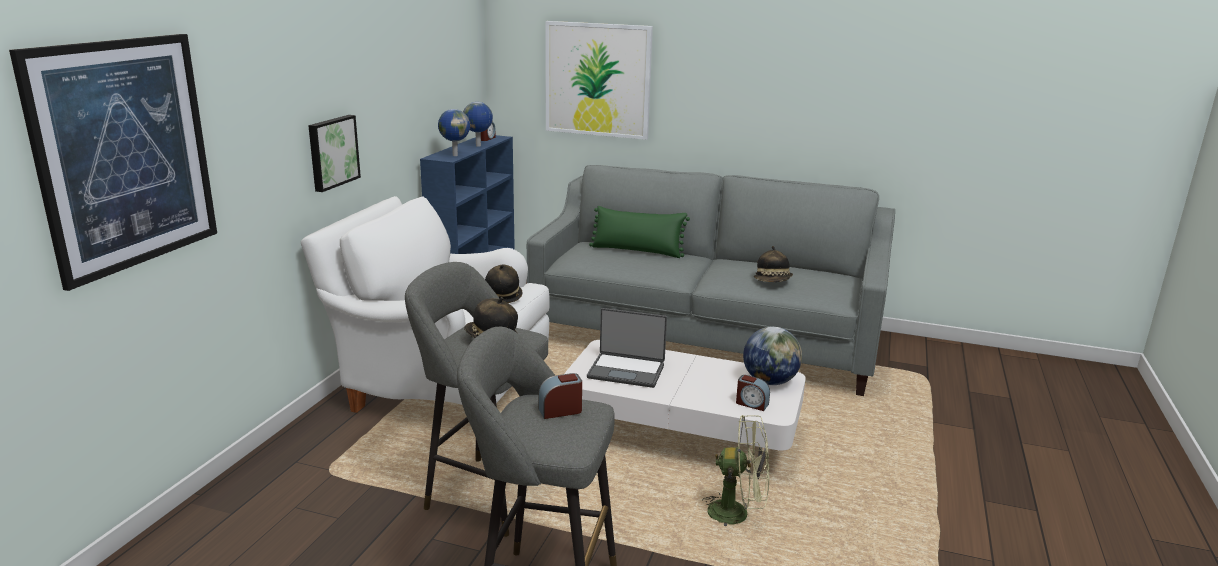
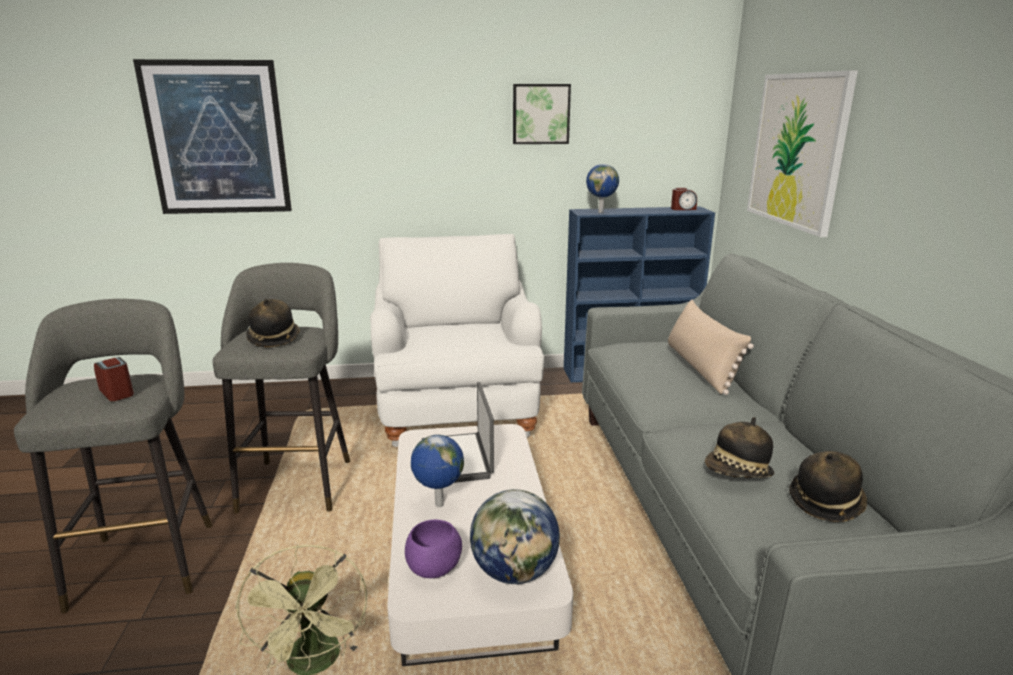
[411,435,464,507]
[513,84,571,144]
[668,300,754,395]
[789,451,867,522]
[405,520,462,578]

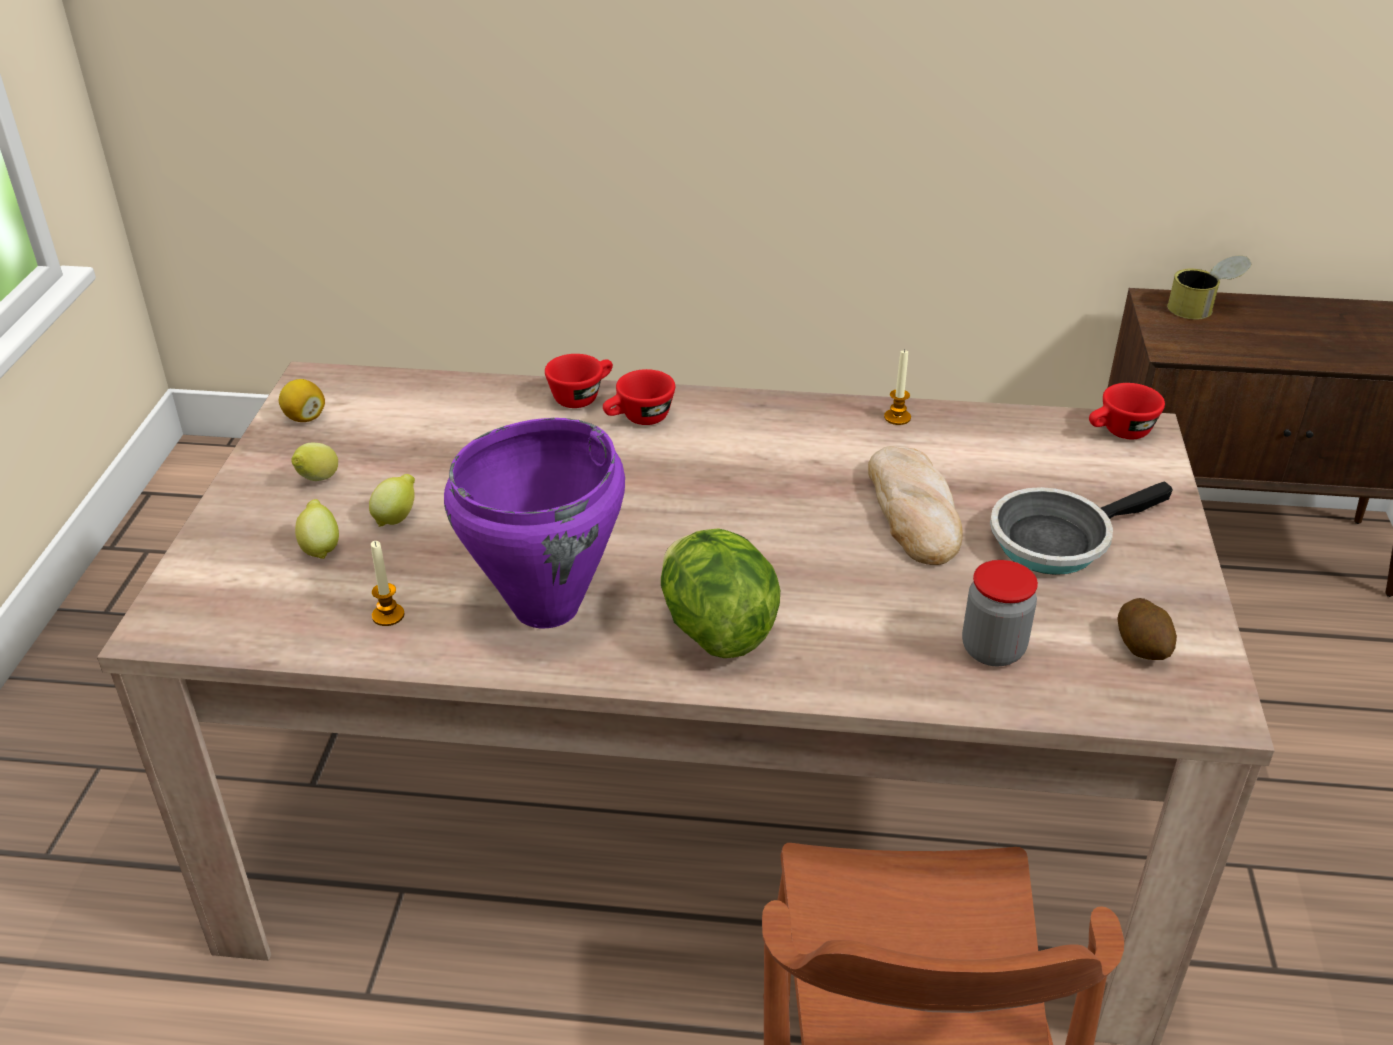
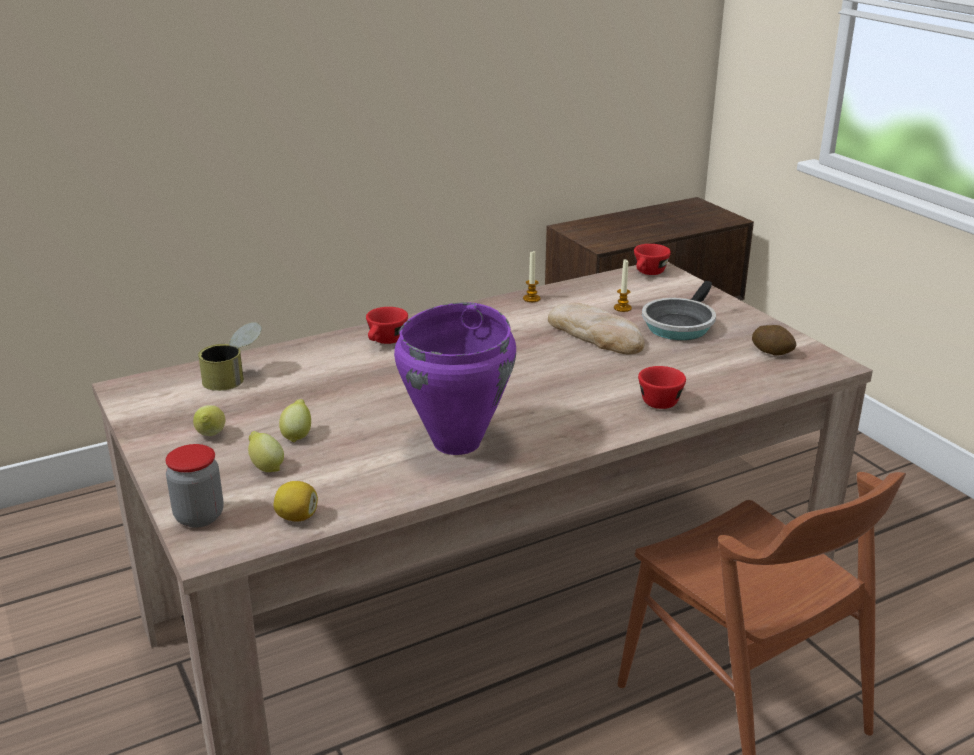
[198,322,262,391]
[638,366,686,409]
[274,481,318,521]
[661,528,780,658] (first image)
[614,260,632,312]
[165,444,224,528]

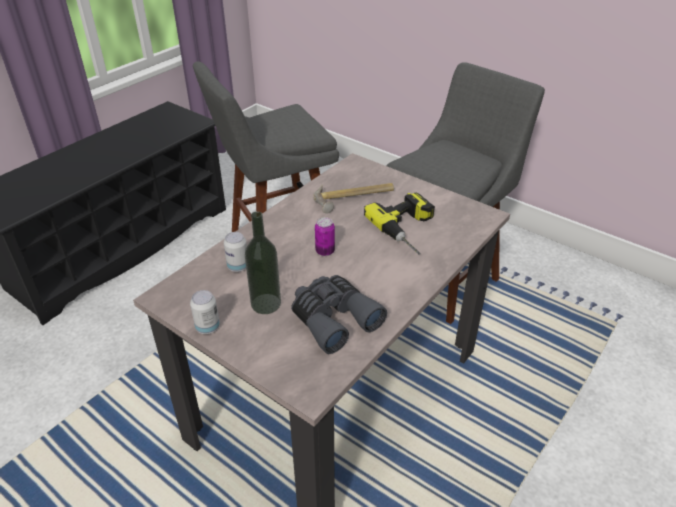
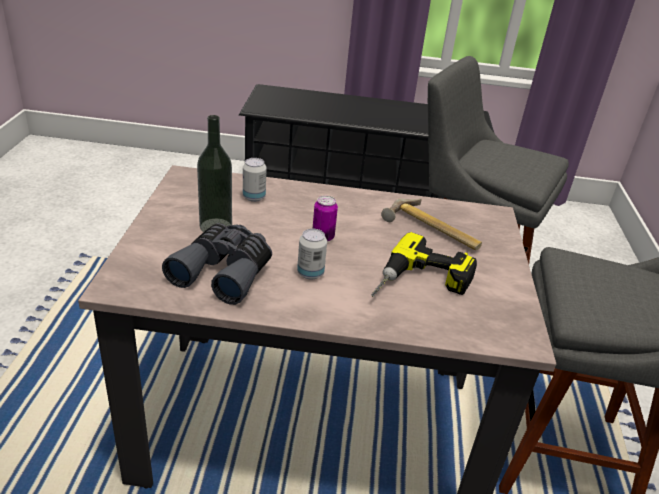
[297,229,327,280]

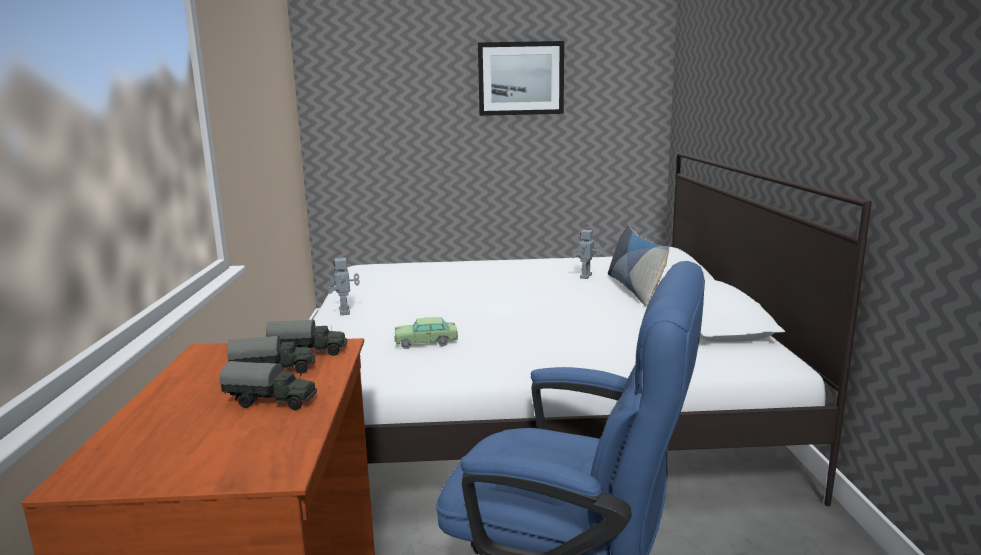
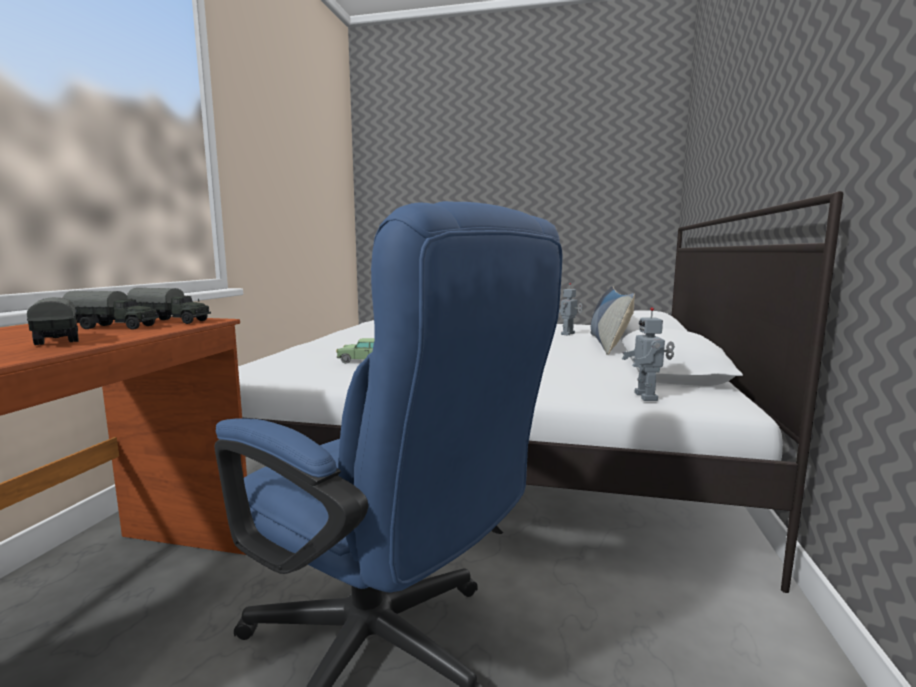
[478,41,564,116] (first image)
[622,307,675,401]
[27,297,79,345]

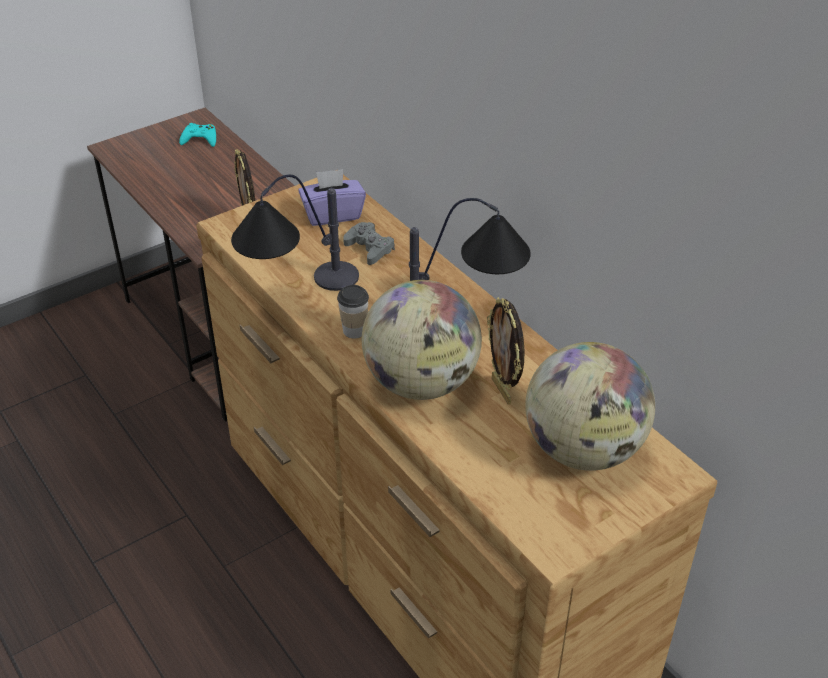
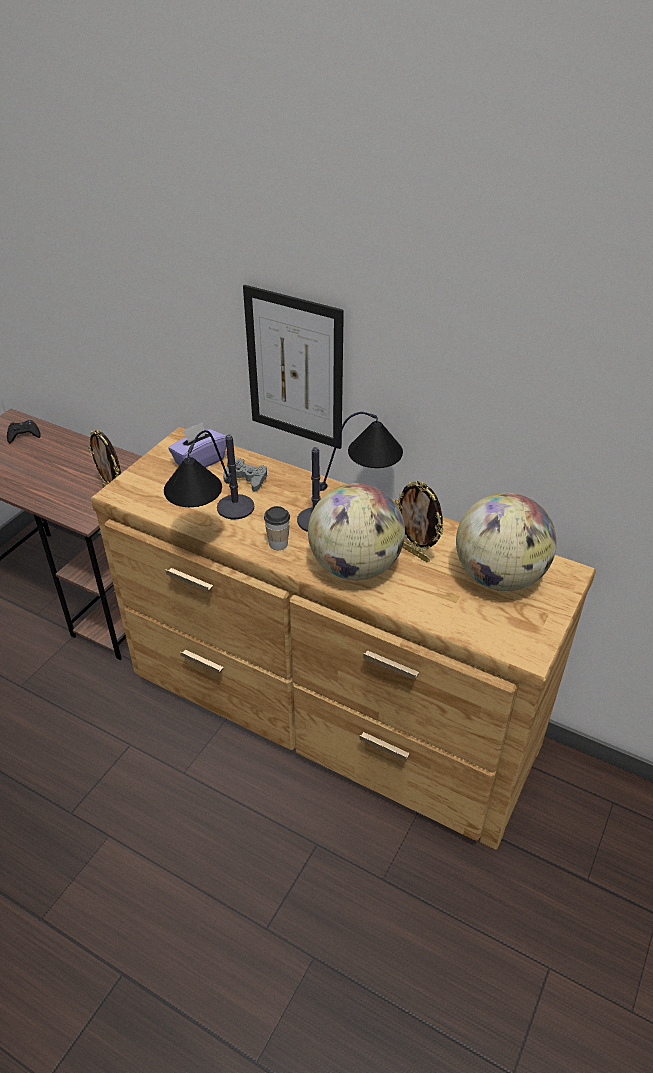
[7,420,41,444]
[243,285,344,449]

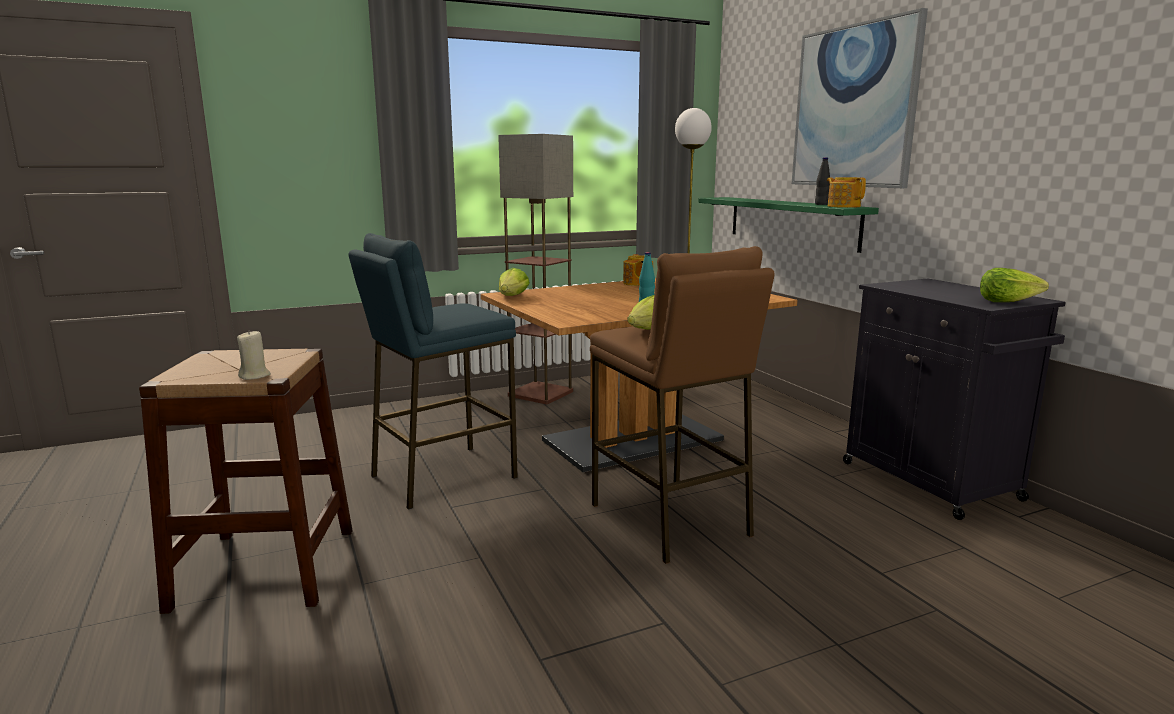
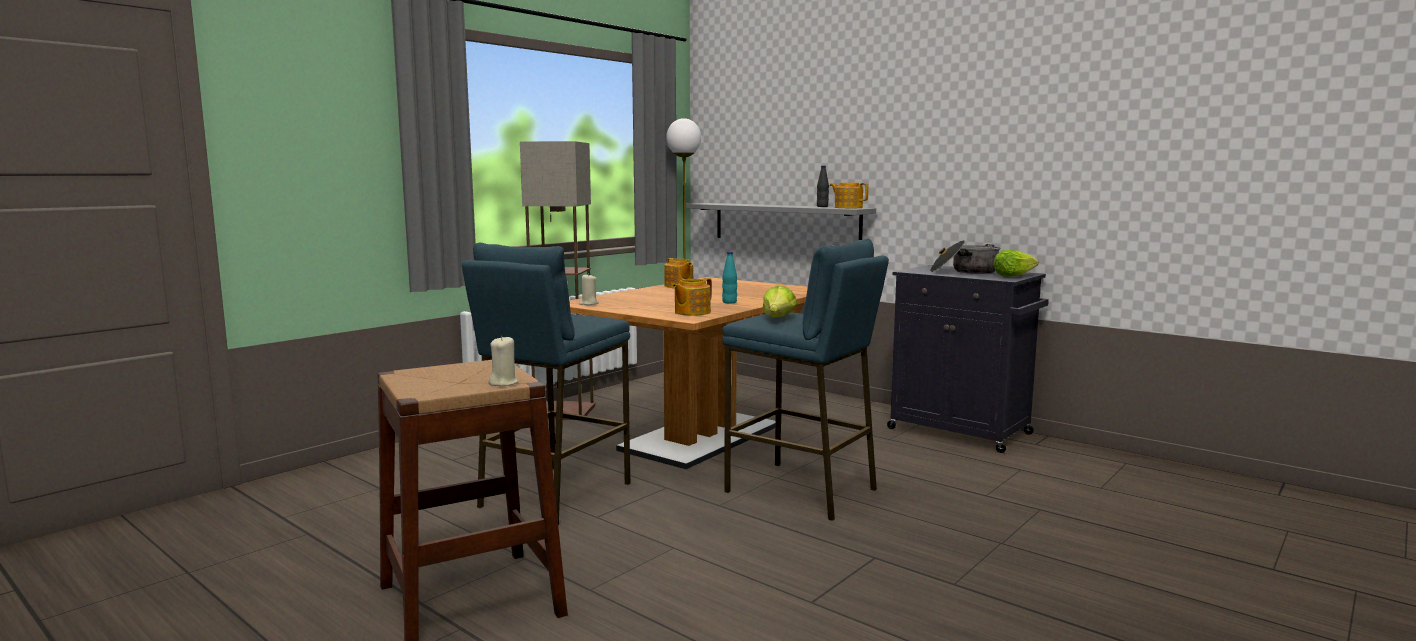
[792,8,928,188] (first image)
[686,203,876,240]
[722,239,889,521]
[579,274,599,305]
[930,240,1000,274]
[672,278,712,316]

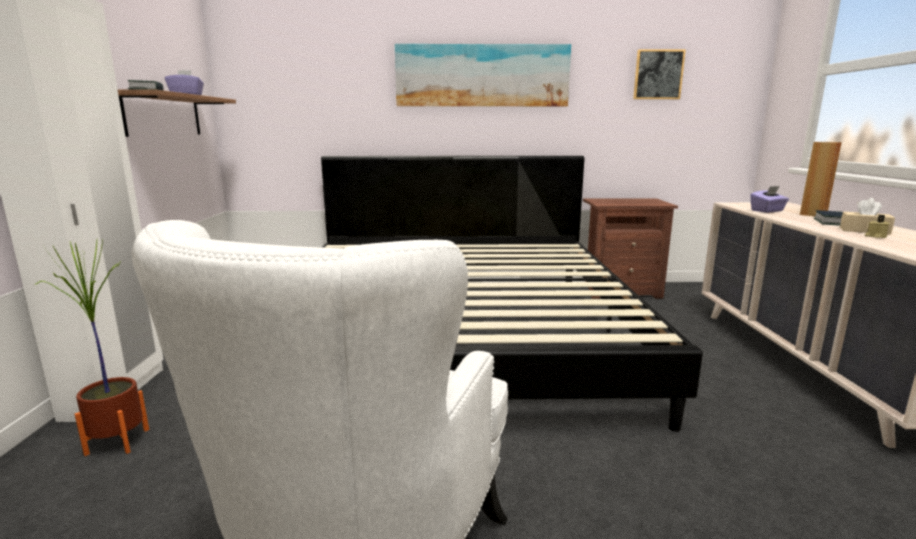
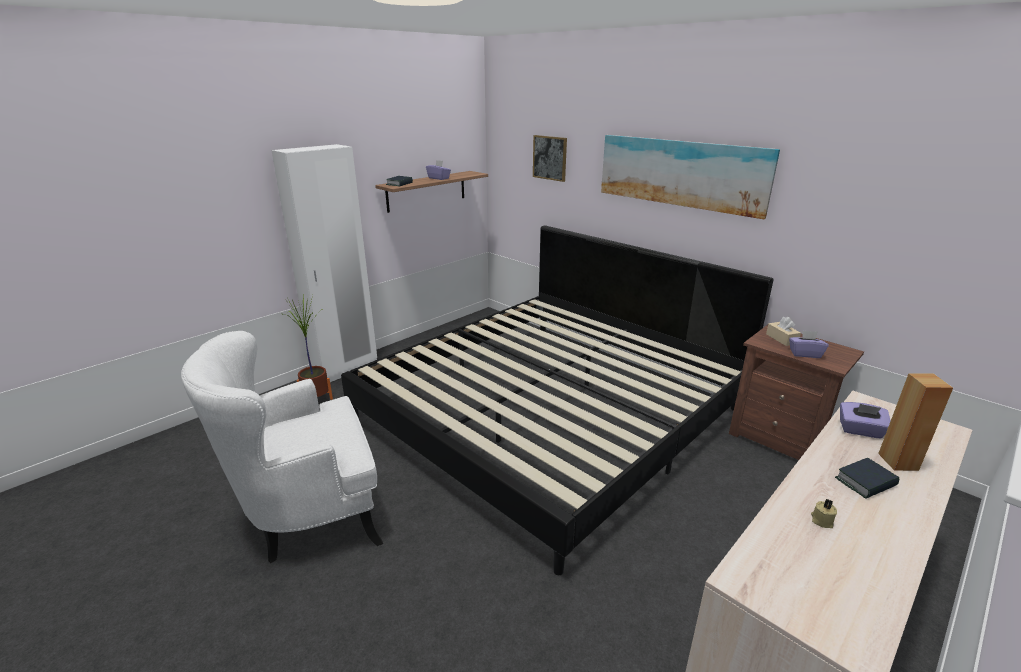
[533,135,567,182]
[766,317,801,346]
[789,330,829,358]

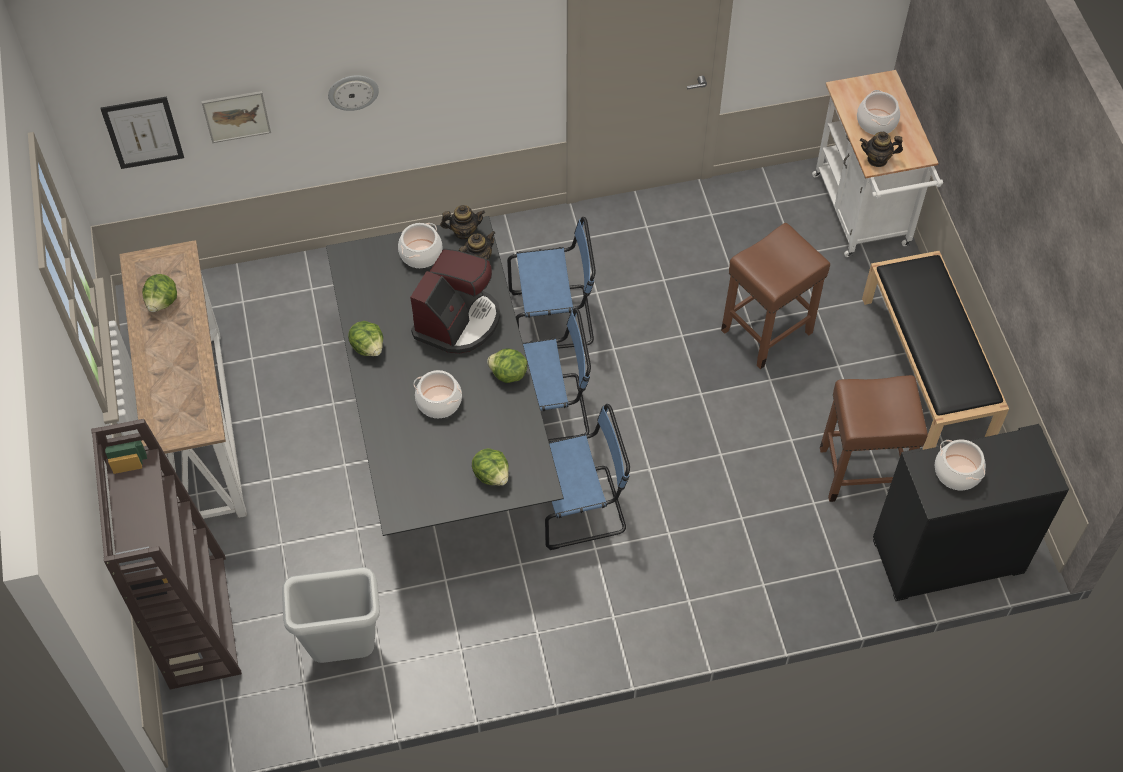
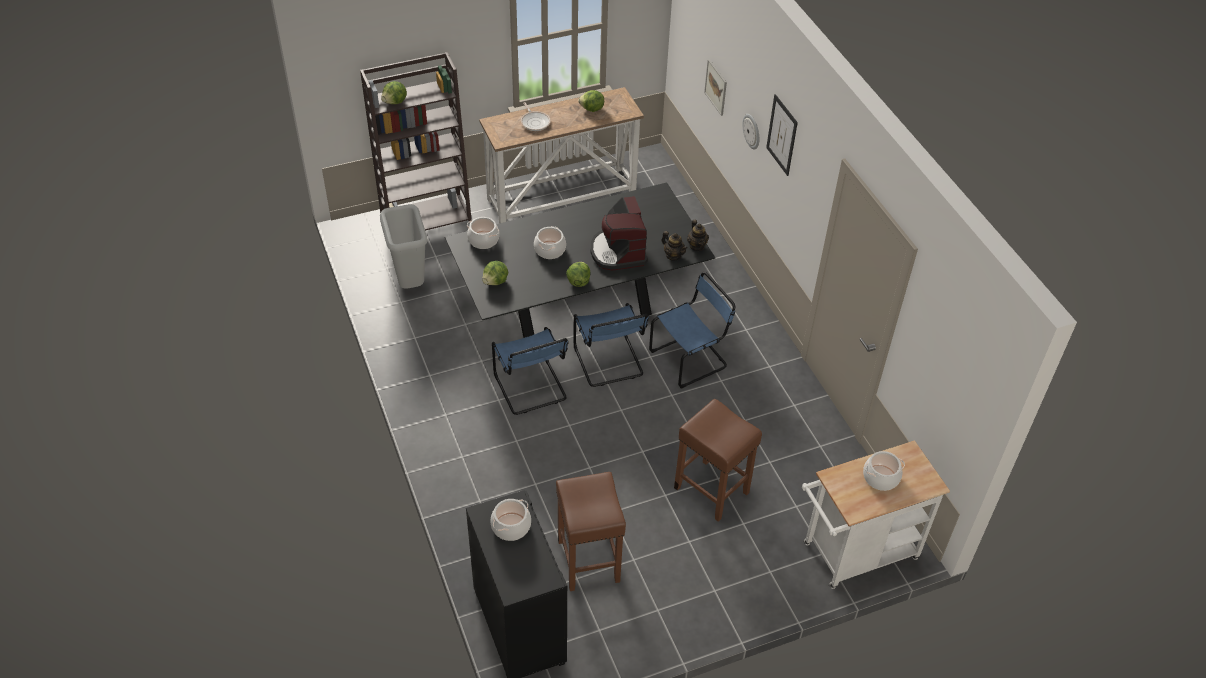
[766,94,798,176]
[860,132,903,167] (first image)
[649,272,735,389]
[467,217,499,249]
[591,196,648,270]
[862,251,1009,450] (first image)
[381,81,407,104]
[521,102,551,131]

